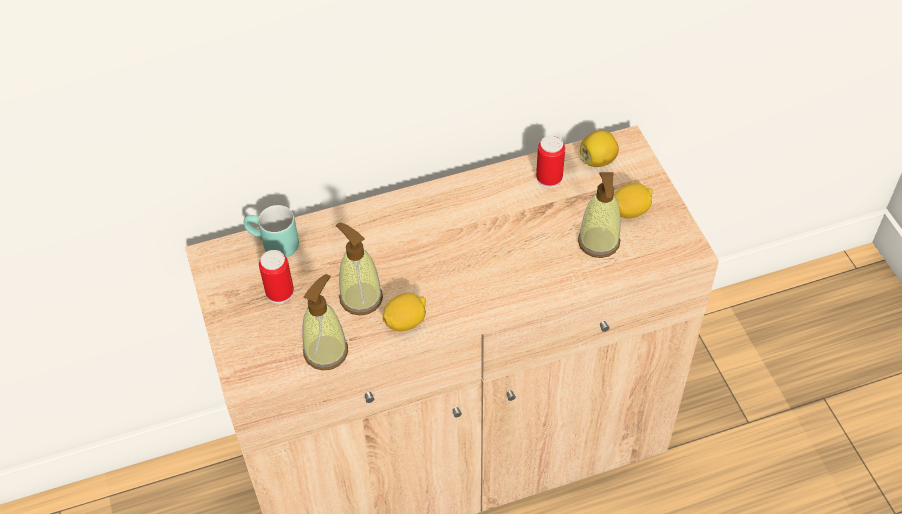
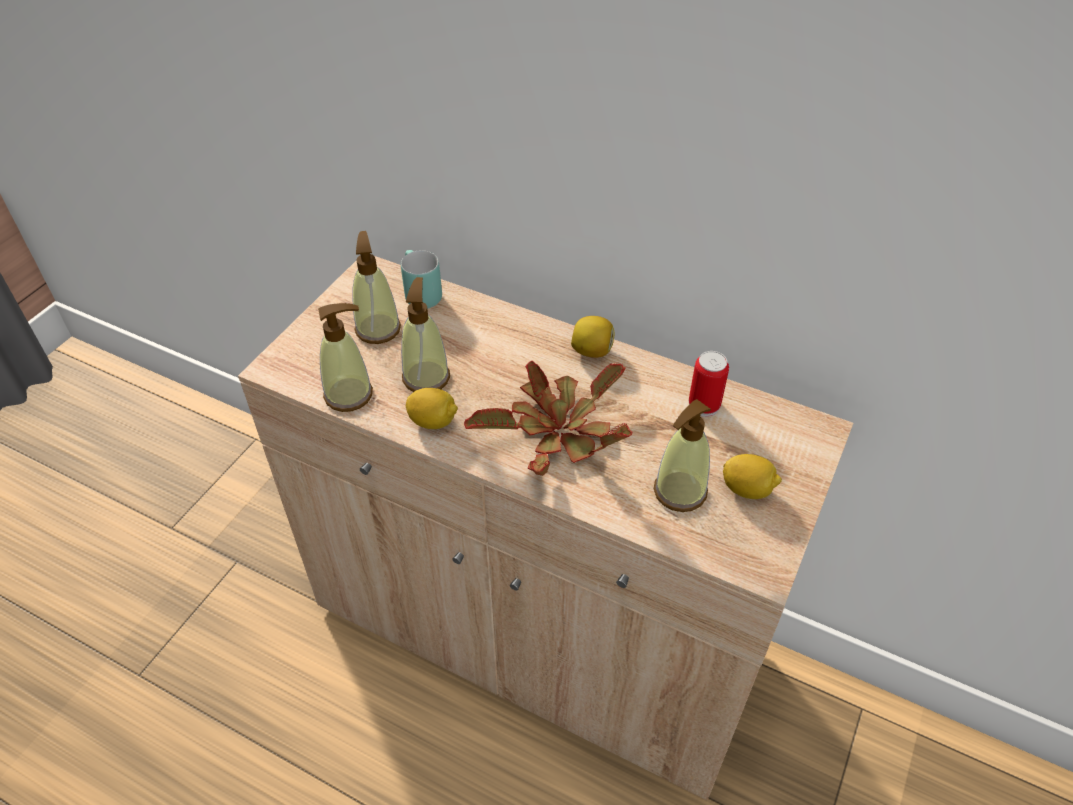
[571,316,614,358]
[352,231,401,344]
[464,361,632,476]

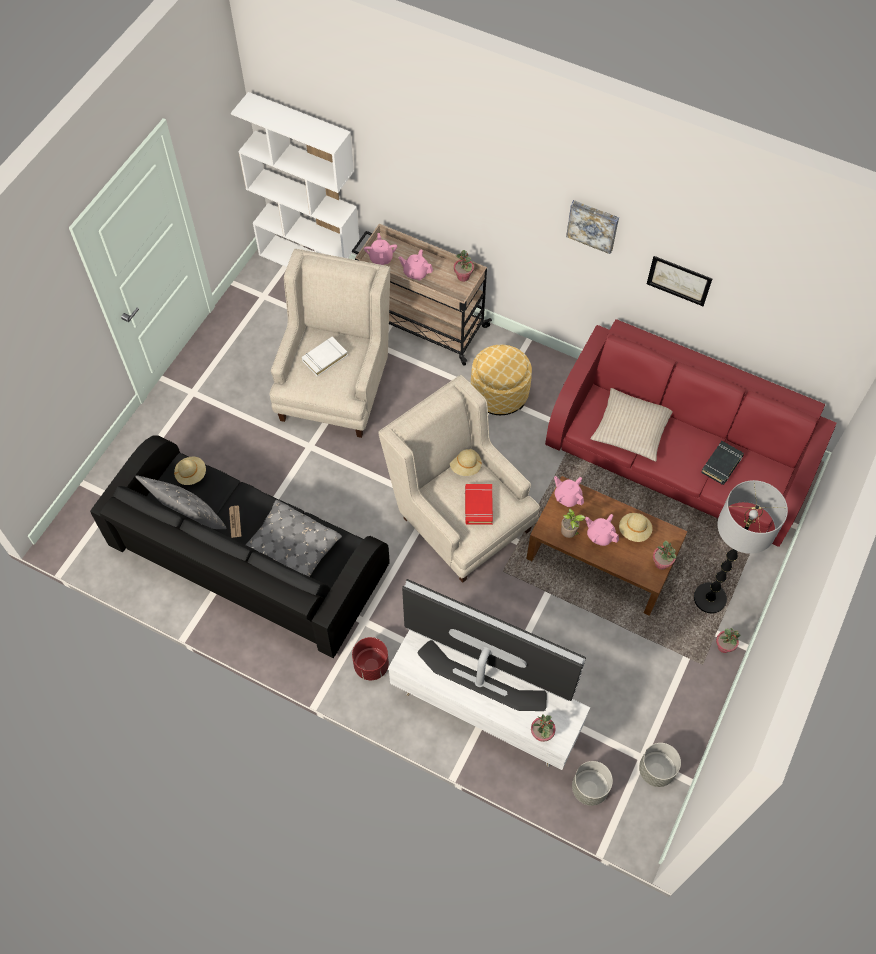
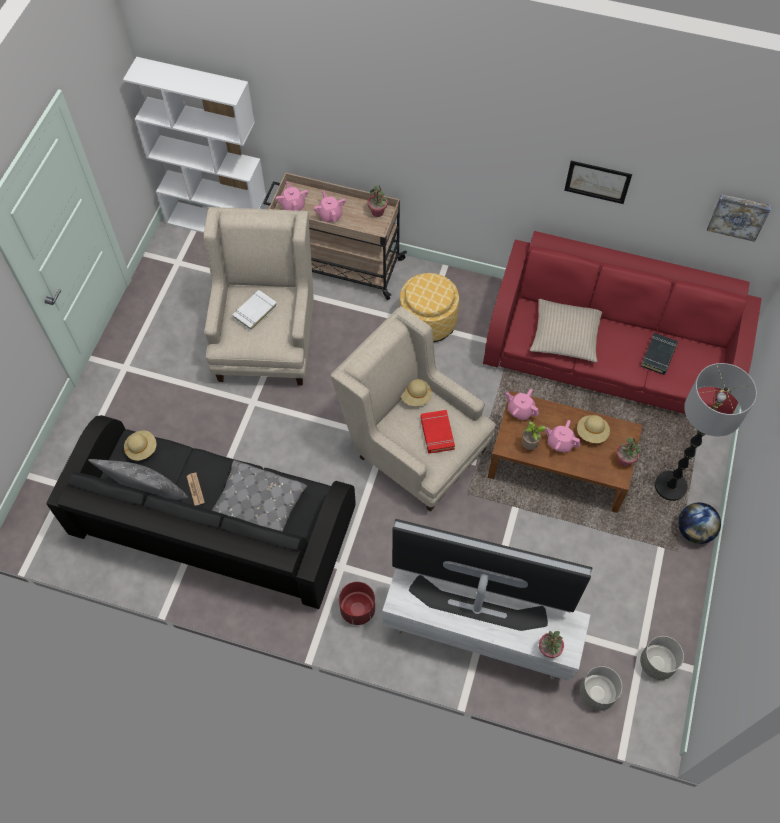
[707,194,771,242]
[313,191,346,223]
[678,502,721,544]

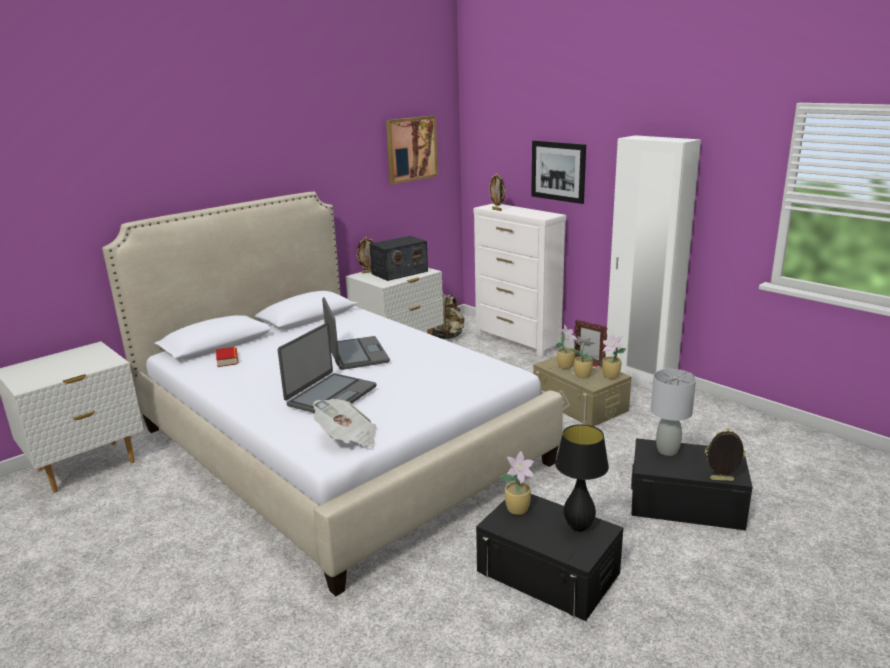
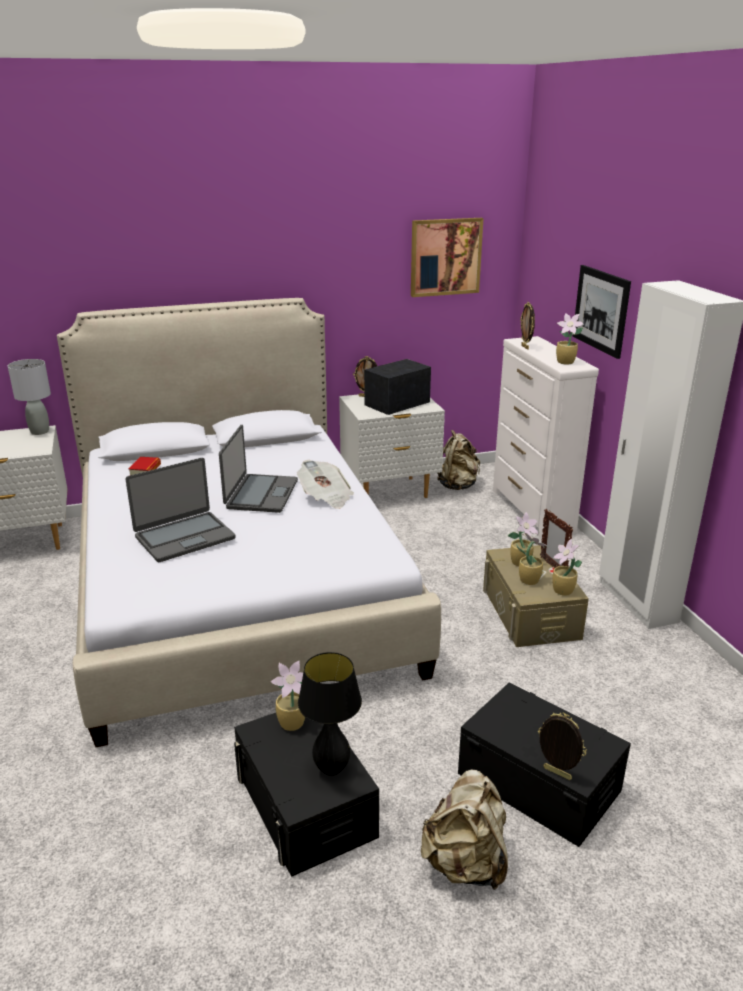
[364,359,431,415]
[8,359,51,435]
[297,460,354,509]
[556,313,584,365]
[421,770,508,890]

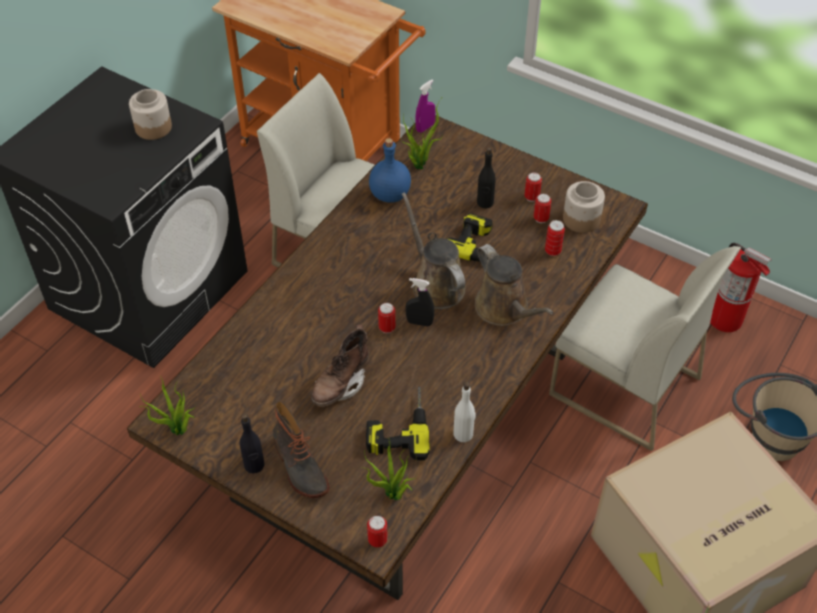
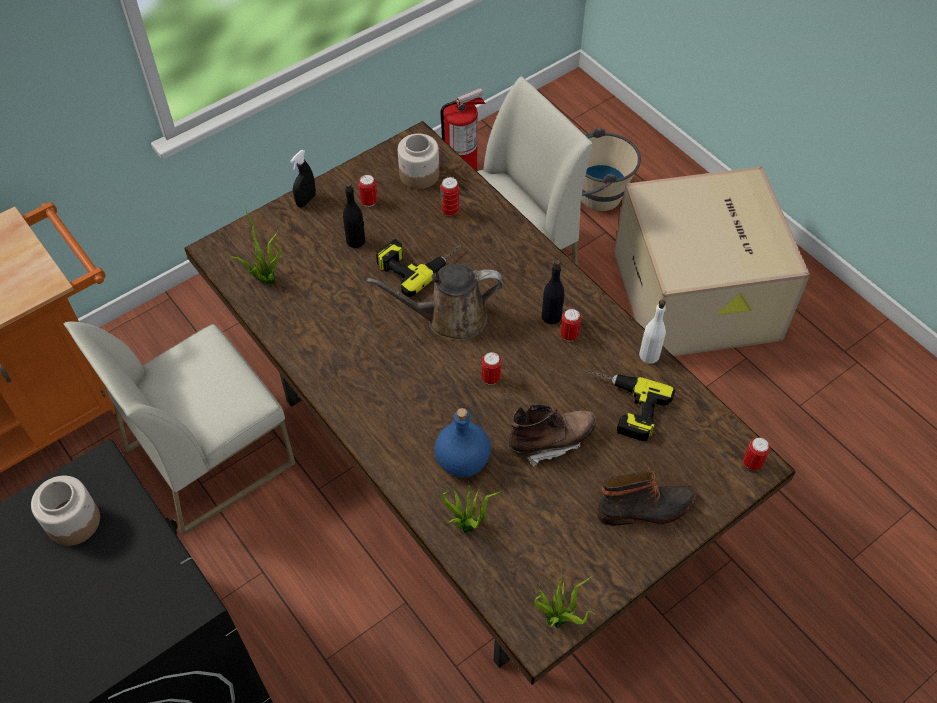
[415,79,435,133] (first image)
[434,408,491,478]
[560,309,581,341]
[475,244,554,326] (first image)
[290,150,316,208]
[508,404,596,467]
[542,260,565,324]
[442,475,505,533]

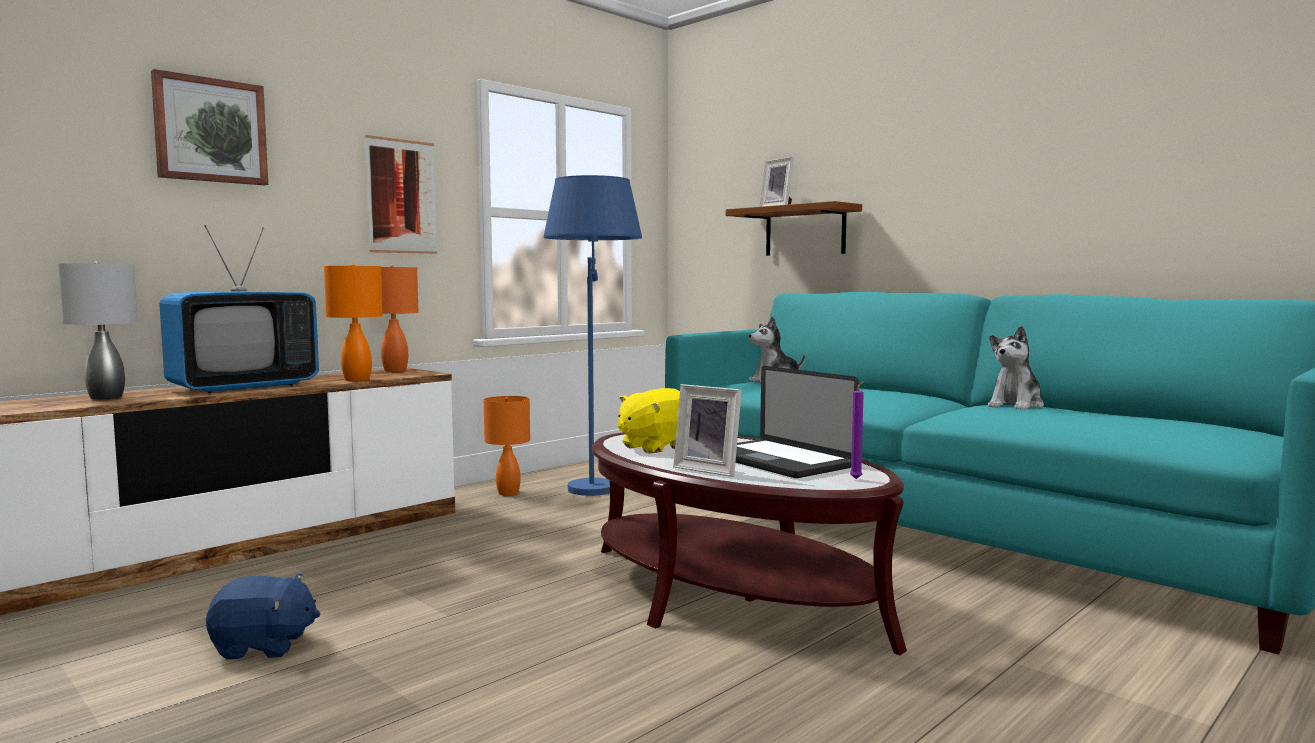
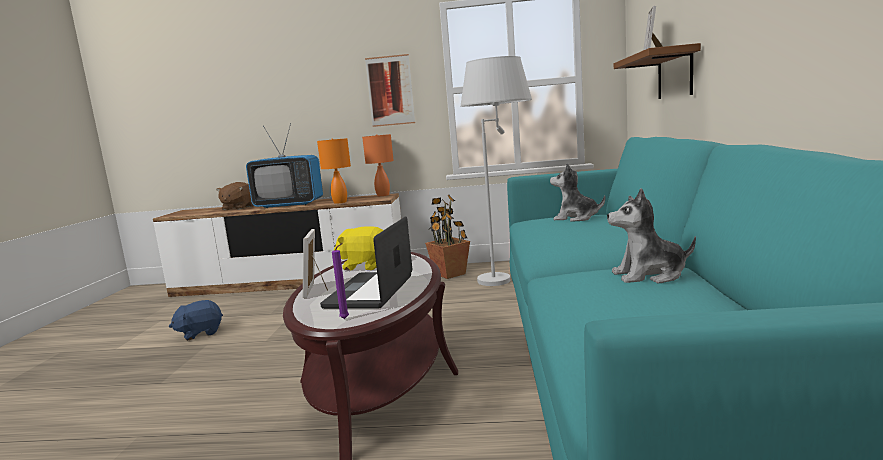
[151,69,268,185] (first image)
[461,56,532,286]
[216,182,253,210]
[425,195,470,279]
[169,300,223,341]

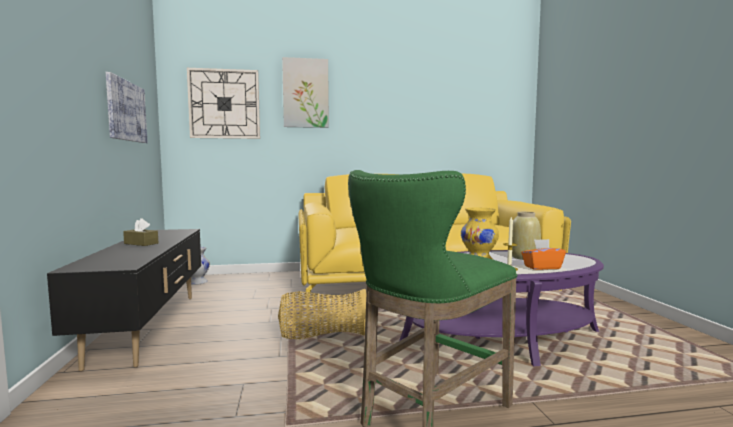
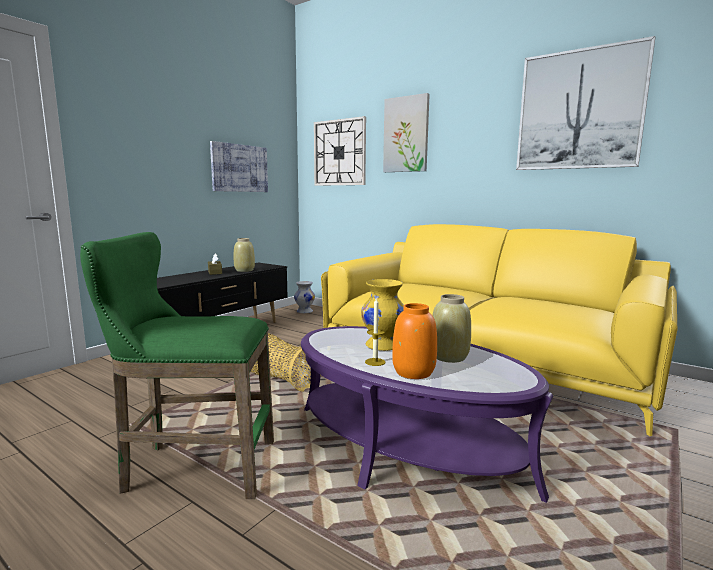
[392,303,437,379]
[516,36,655,170]
[234,238,255,272]

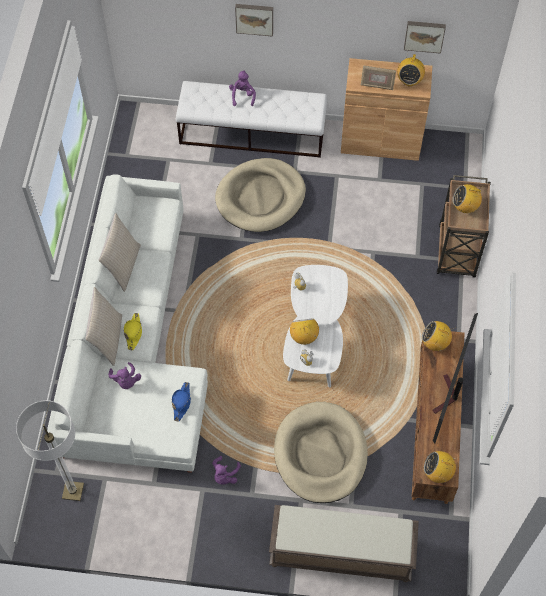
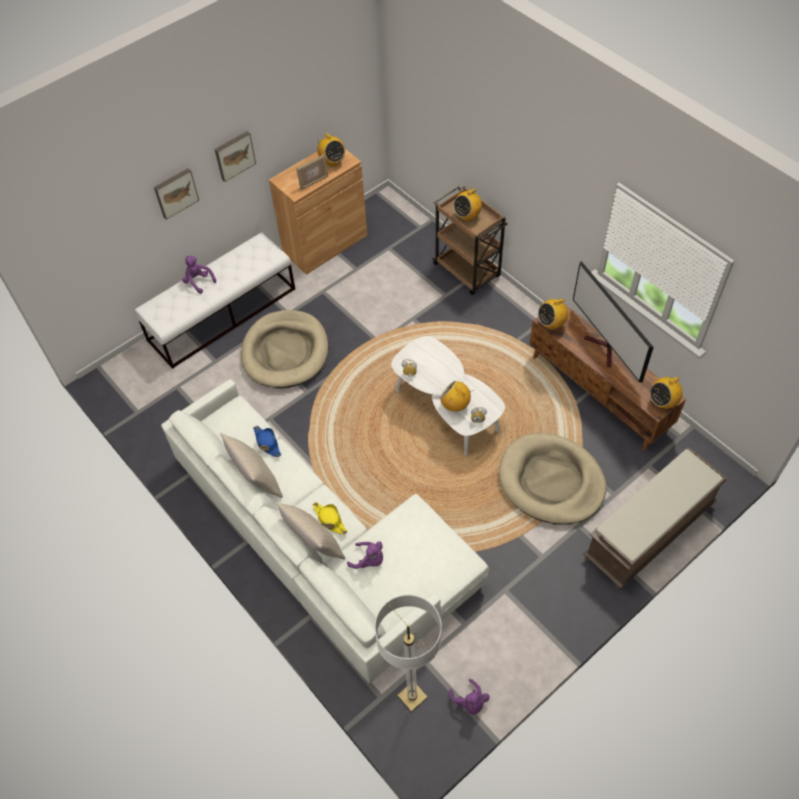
[215,131,256,182]
[253,426,281,457]
[449,679,490,714]

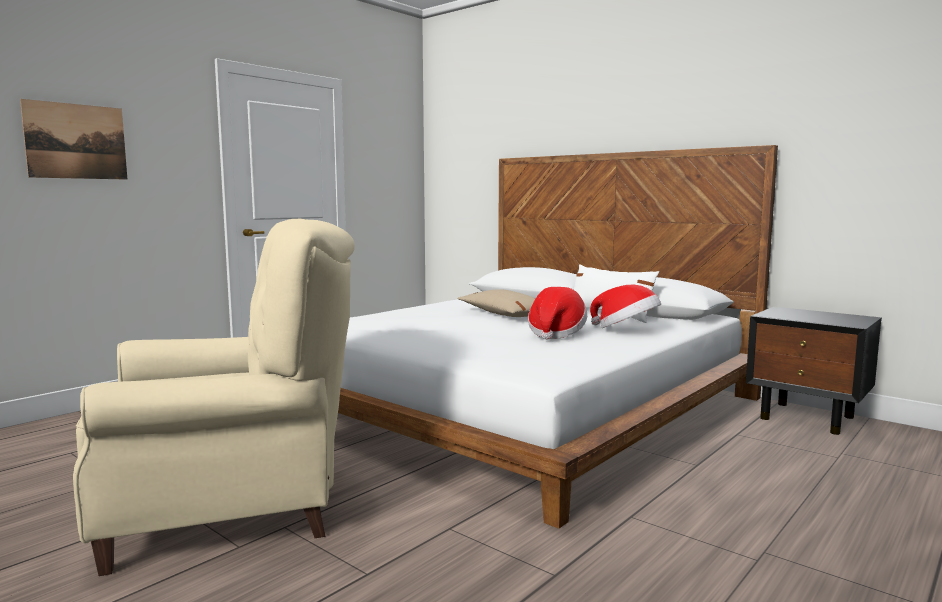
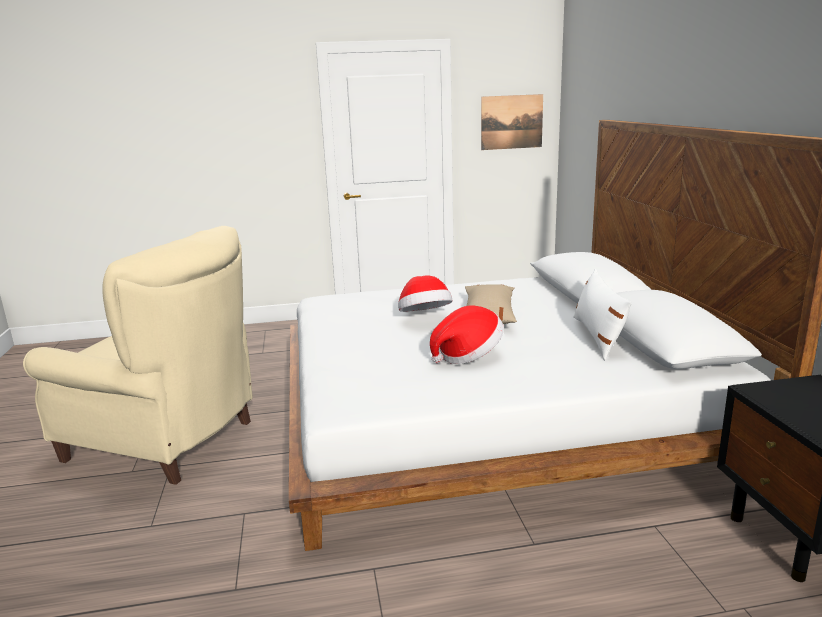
[481,94,543,150]
[398,275,452,312]

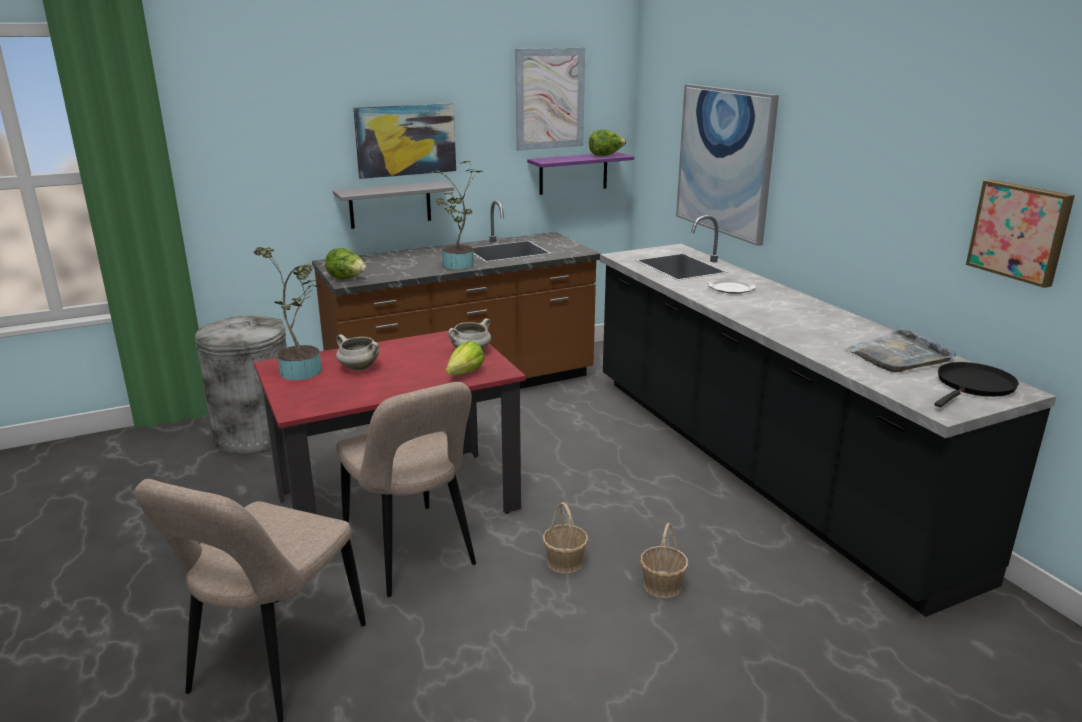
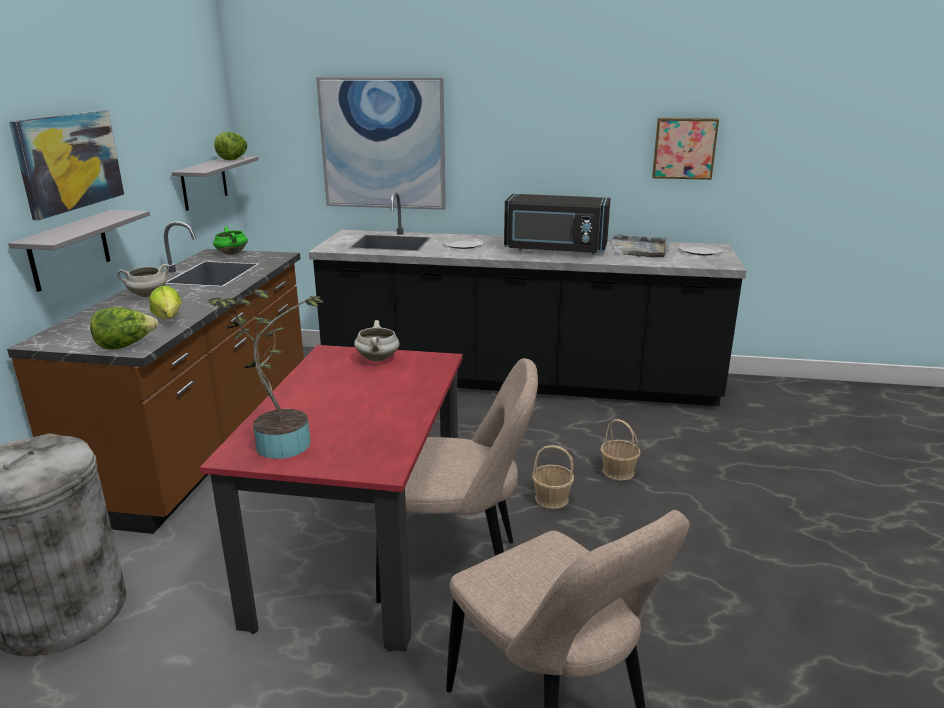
[515,48,585,151] (first image)
[171,156,259,211]
[430,161,483,269] (first image)
[117,264,169,297]
[149,286,182,319]
[679,243,723,255]
[504,194,611,255]
[213,226,248,255]

